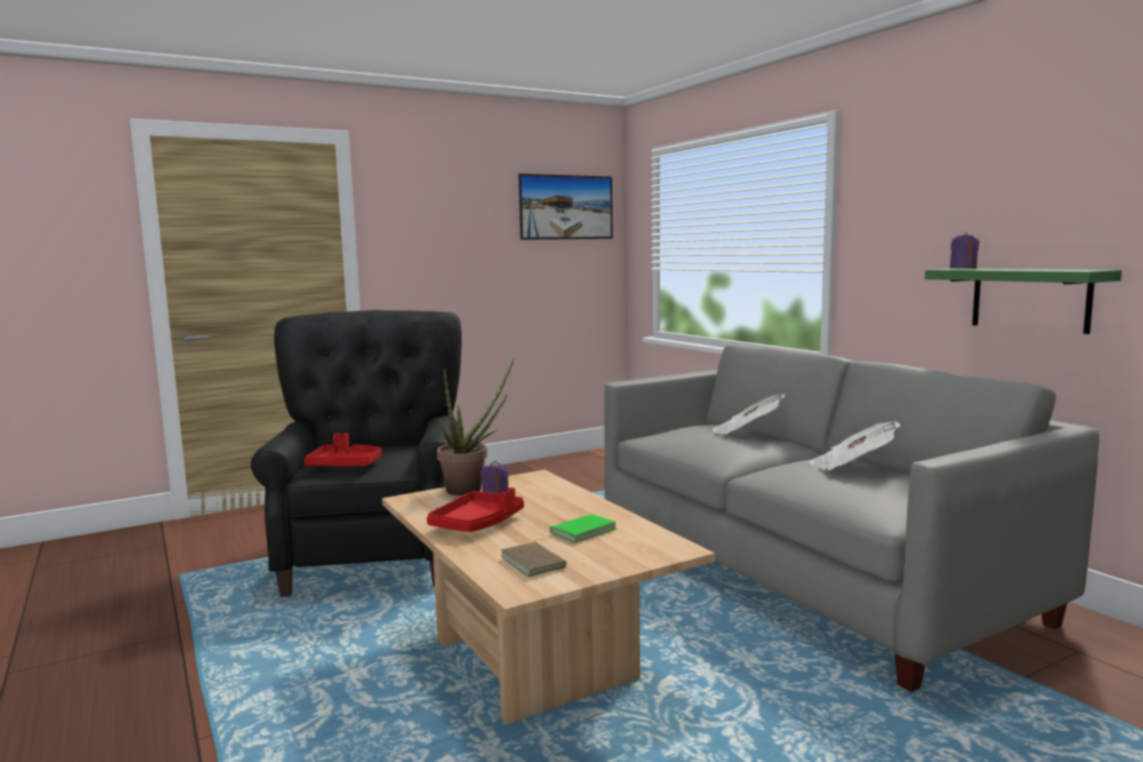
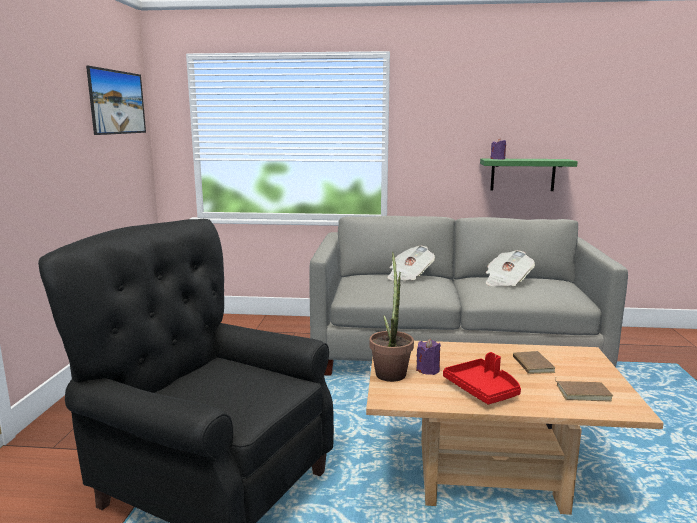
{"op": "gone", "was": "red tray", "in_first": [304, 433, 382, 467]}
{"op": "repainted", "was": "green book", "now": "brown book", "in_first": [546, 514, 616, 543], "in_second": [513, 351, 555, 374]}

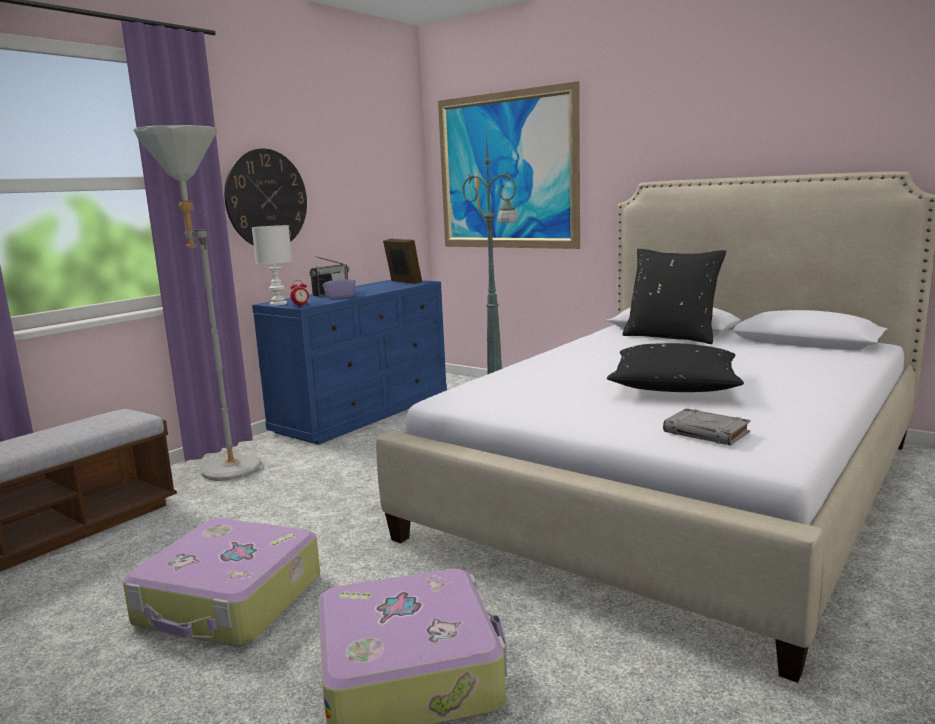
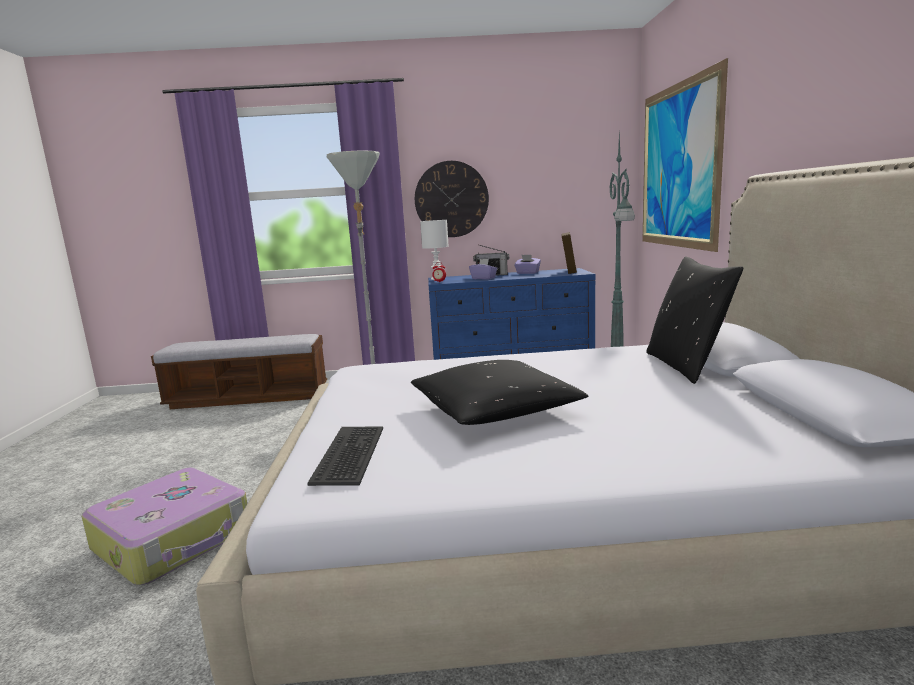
{"op": "gone", "was": "suitcase", "in_first": [123, 518, 320, 647]}
{"op": "new", "now": "purple tissue box", "in_second": [514, 255, 541, 274]}
{"op": "swapped", "was": "grey book", "now": "keyboard", "in_first": [663, 408, 751, 445], "in_second": [308, 427, 383, 486]}

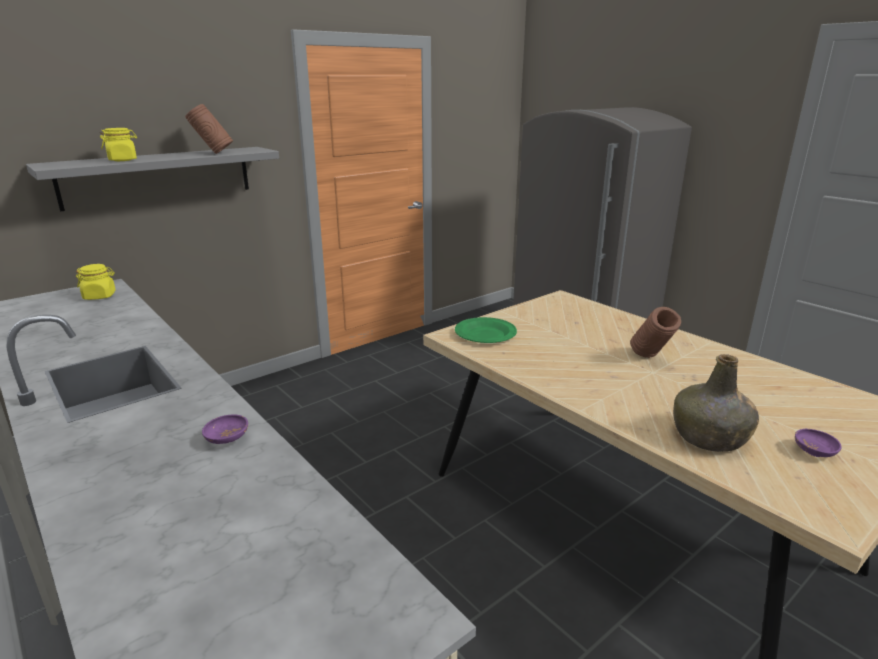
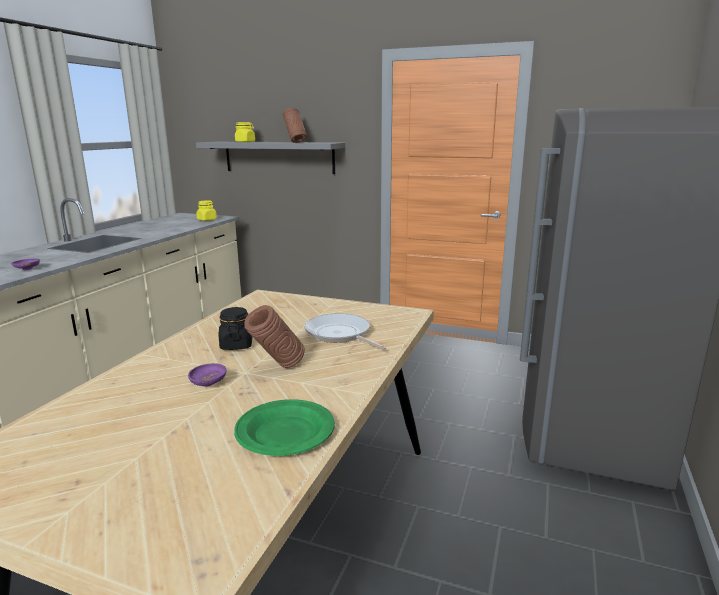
{"op": "gone", "was": "green bottle", "in_first": [673, 354, 759, 452]}
{"op": "new", "now": "black jar", "in_second": [219, 307, 252, 350]}
{"op": "new", "now": "frying pan", "in_second": [304, 313, 386, 350]}
{"op": "shifted", "was": "green plate", "in_first": [455, 317, 517, 343], "in_second": [234, 399, 335, 456]}
{"op": "shifted", "was": "purple bowl", "in_first": [795, 429, 842, 457], "in_second": [188, 363, 227, 387]}

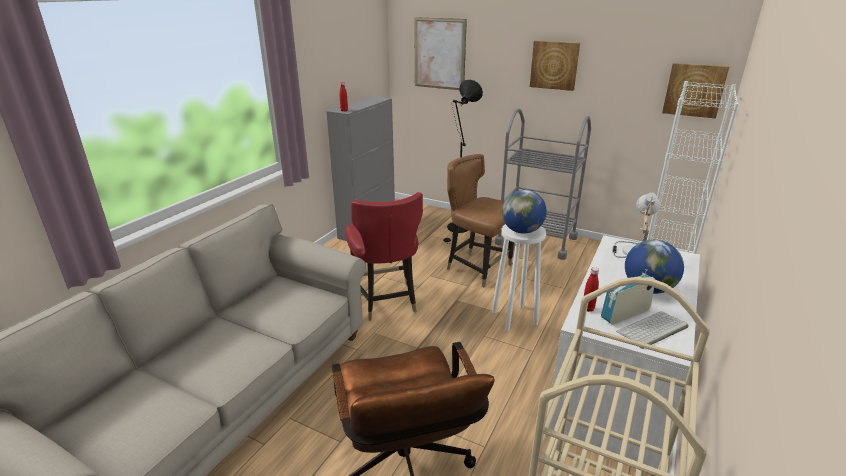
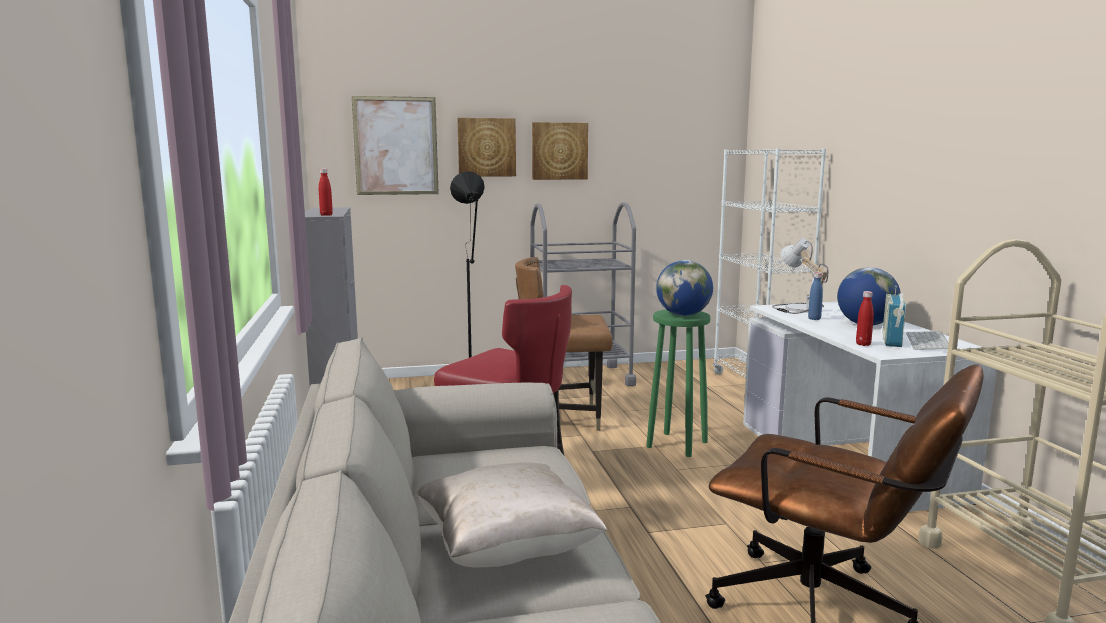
{"op": "new", "now": "beige pillow", "in_second": [417, 462, 607, 567]}
{"op": "new", "now": "blue bottle", "in_second": [808, 273, 823, 320]}
{"op": "shifted", "was": "picture", "in_first": [662, 63, 729, 118], "in_second": [457, 118, 516, 177]}
{"op": "repainted", "was": "white stool", "now": "green stool", "in_first": [492, 224, 546, 331], "in_second": [646, 309, 710, 457]}

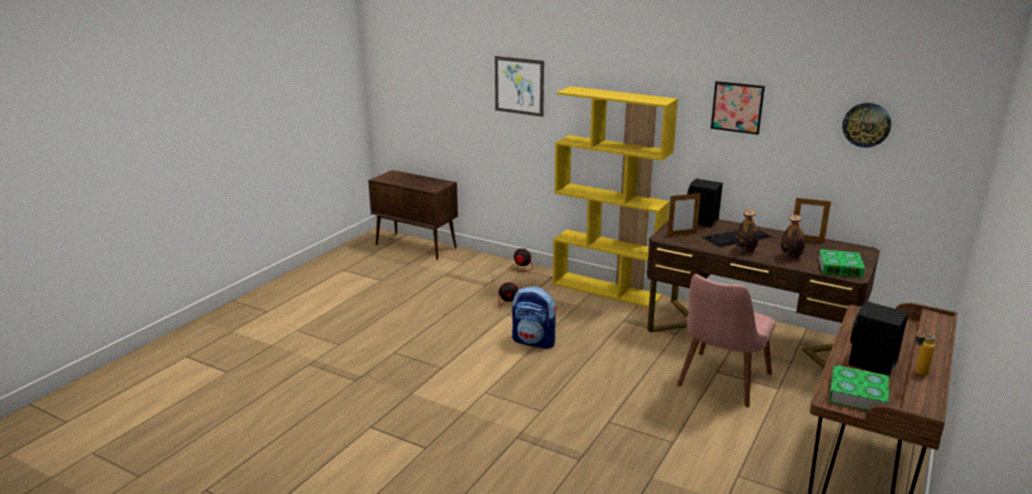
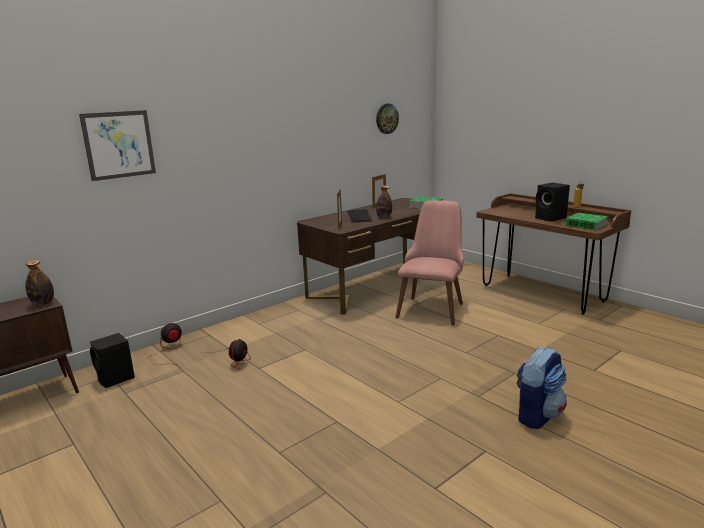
{"op": "gone", "was": "yellow bookcase", "in_first": [553, 86, 678, 308]}
{"op": "gone", "was": "picture", "in_first": [711, 81, 765, 135]}
{"op": "shifted", "was": "backpack", "in_first": [512, 286, 557, 349], "in_second": [516, 347, 567, 429]}
{"op": "shifted", "was": "black speaker", "in_first": [687, 179, 723, 227], "in_second": [90, 333, 135, 388]}
{"op": "shifted", "was": "bottle", "in_first": [781, 215, 805, 259], "in_second": [25, 259, 54, 305]}
{"op": "rotated", "was": "pink chair", "in_first": [677, 274, 776, 407], "in_second": [395, 200, 464, 326], "clockwise": -120}

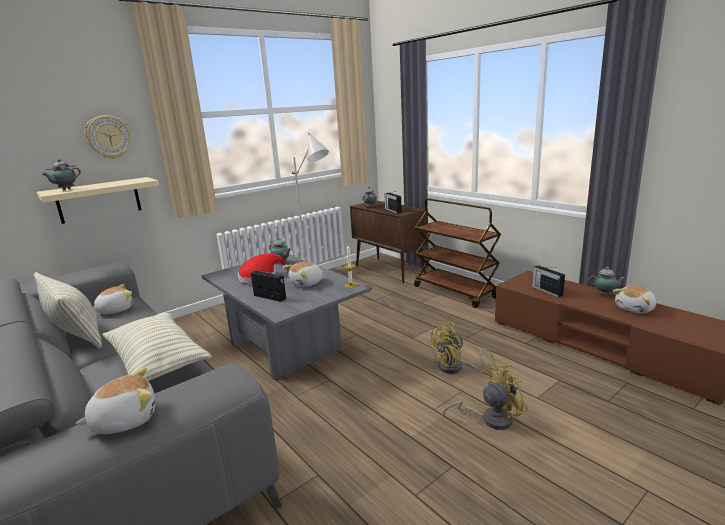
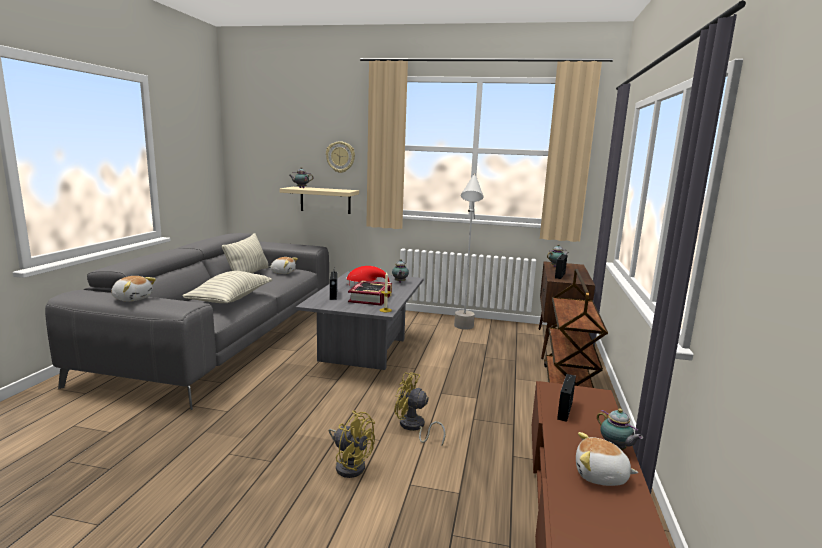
{"op": "swapped", "was": "plush toy", "now": "book", "in_first": [284, 262, 323, 287], "in_second": [348, 280, 392, 306]}

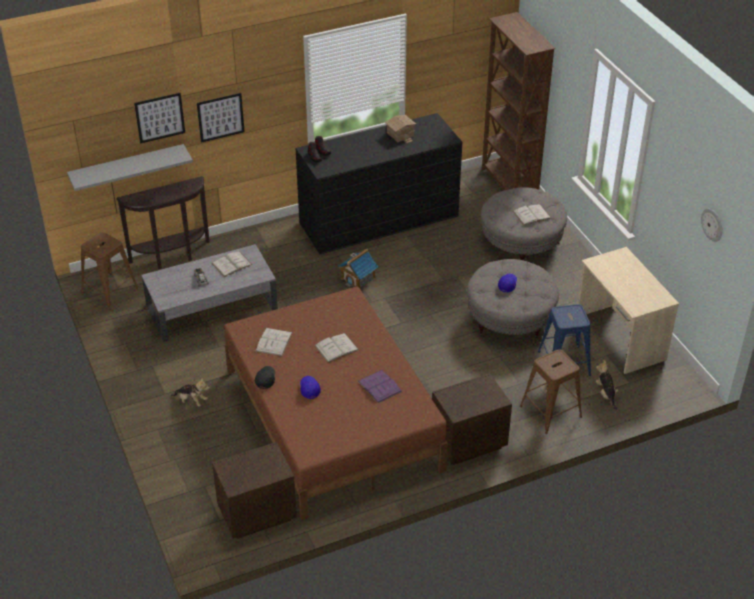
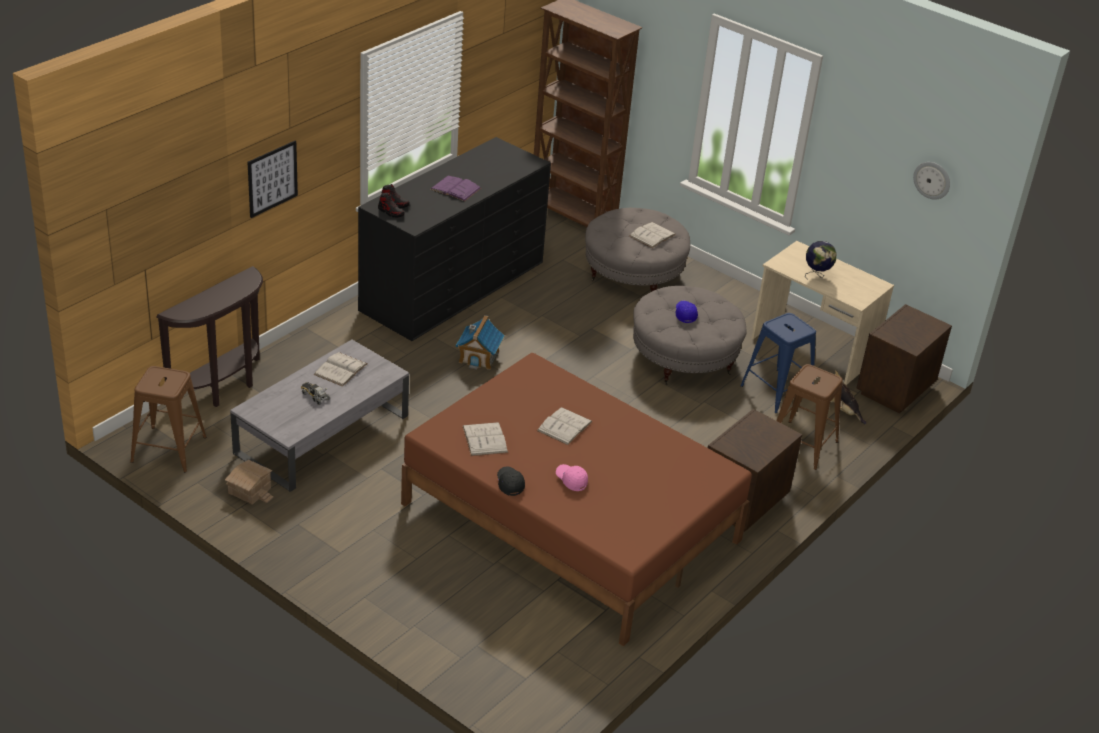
{"op": "gone", "was": "grey shelf", "in_first": [67, 144, 193, 191]}
{"op": "gone", "was": "picture", "in_first": [134, 93, 185, 144]}
{"op": "gone", "was": "plush toy", "in_first": [171, 378, 210, 407]}
{"op": "new", "now": "globe", "in_second": [805, 241, 836, 280]}
{"op": "shifted", "was": "brown nightstand", "in_first": [212, 442, 297, 539], "in_second": [857, 304, 952, 413]}
{"op": "shifted", "was": "purple book", "in_first": [357, 370, 402, 403], "in_second": [430, 176, 481, 201]}
{"op": "shifted", "was": "toy house", "in_first": [385, 115, 416, 144], "in_second": [225, 460, 273, 505]}
{"op": "repainted", "was": "blue cap", "now": "pink cap", "in_first": [300, 376, 321, 399], "in_second": [556, 464, 588, 491]}

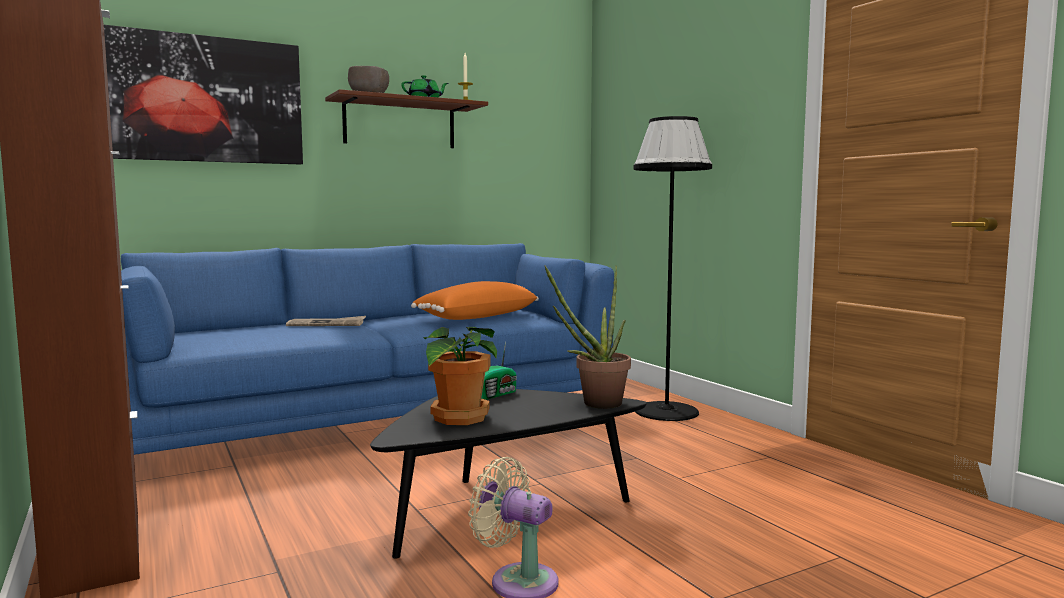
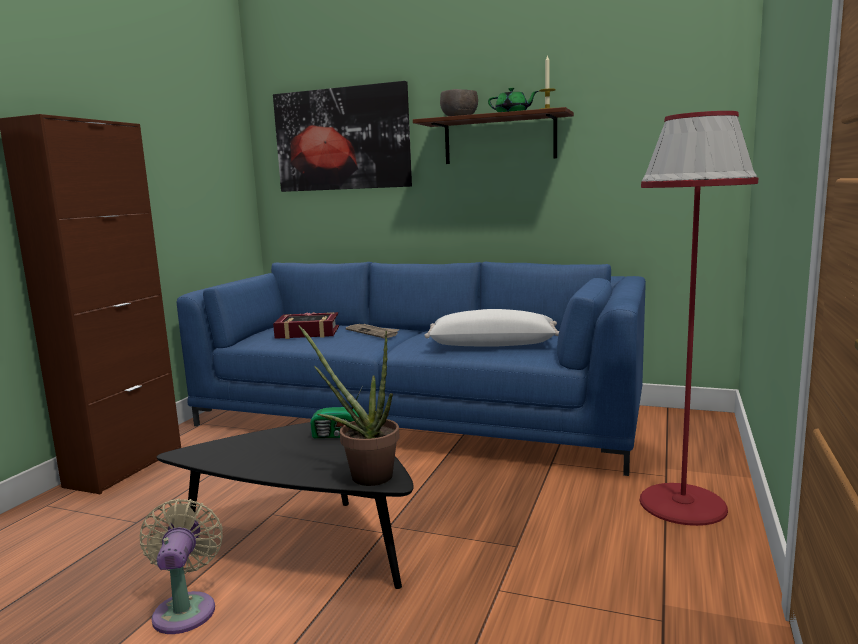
{"op": "gone", "was": "potted plant", "in_first": [423, 327, 497, 425]}
{"op": "new", "now": "book", "in_second": [273, 312, 339, 339]}
{"op": "repainted", "was": "orange pillow", "now": "white pillow", "in_first": [411, 281, 539, 320], "in_second": [424, 309, 559, 347]}
{"op": "repainted", "was": "black floor lamp", "now": "red floor lamp", "in_first": [633, 116, 712, 421], "in_second": [640, 111, 758, 526]}

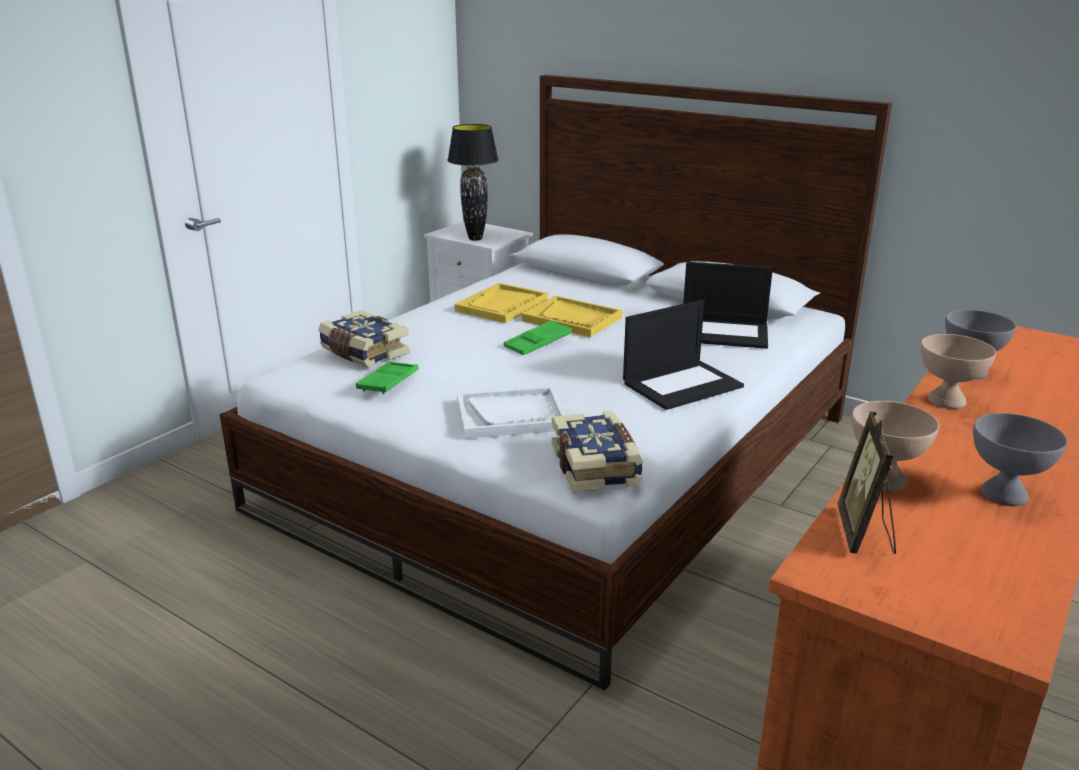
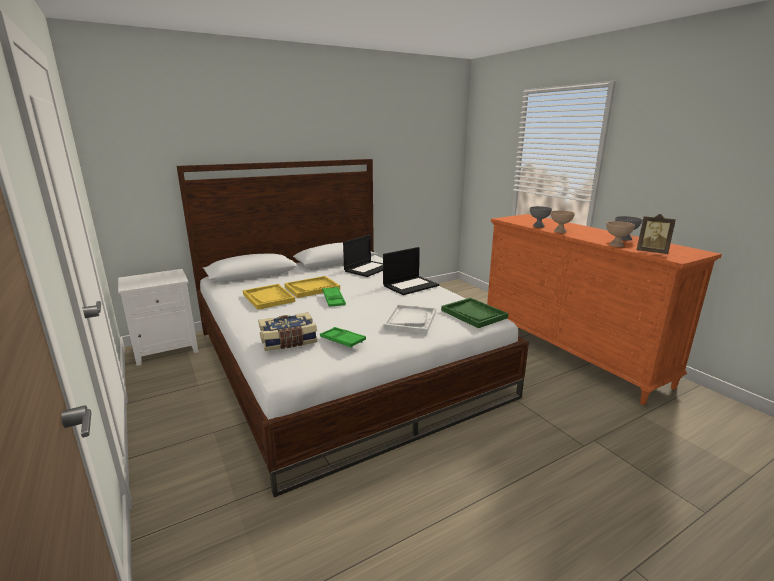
{"op": "gone", "was": "black table lamp", "in_first": [447, 124, 499, 241]}
{"op": "swapped", "was": "book", "now": "green tray", "in_first": [552, 411, 644, 493], "in_second": [441, 298, 509, 328]}
{"op": "rotated", "was": "laptop", "in_first": [623, 300, 744, 410], "in_second": [383, 247, 439, 295], "clockwise": 60}

